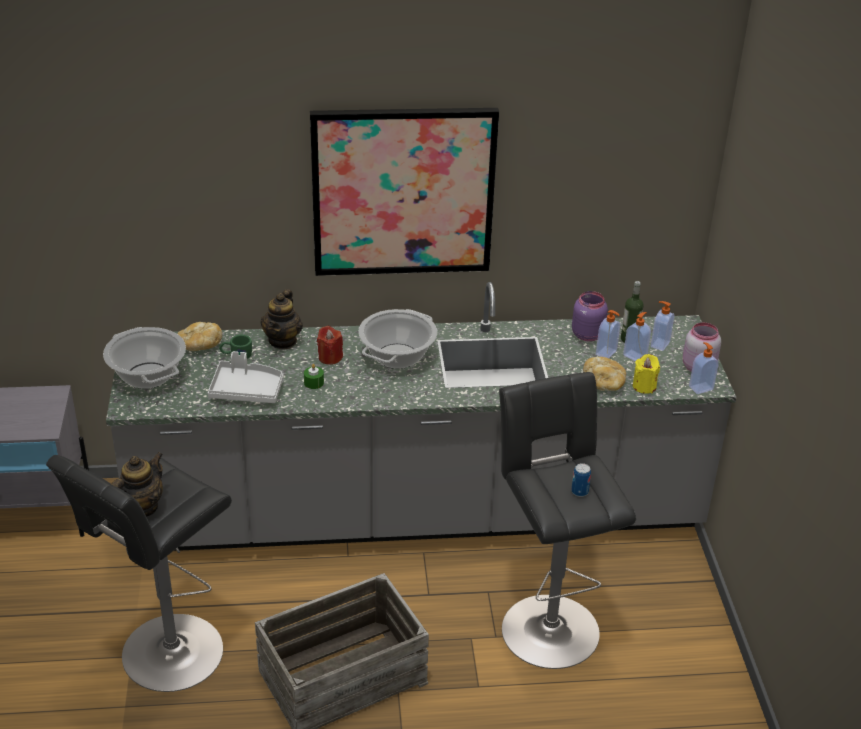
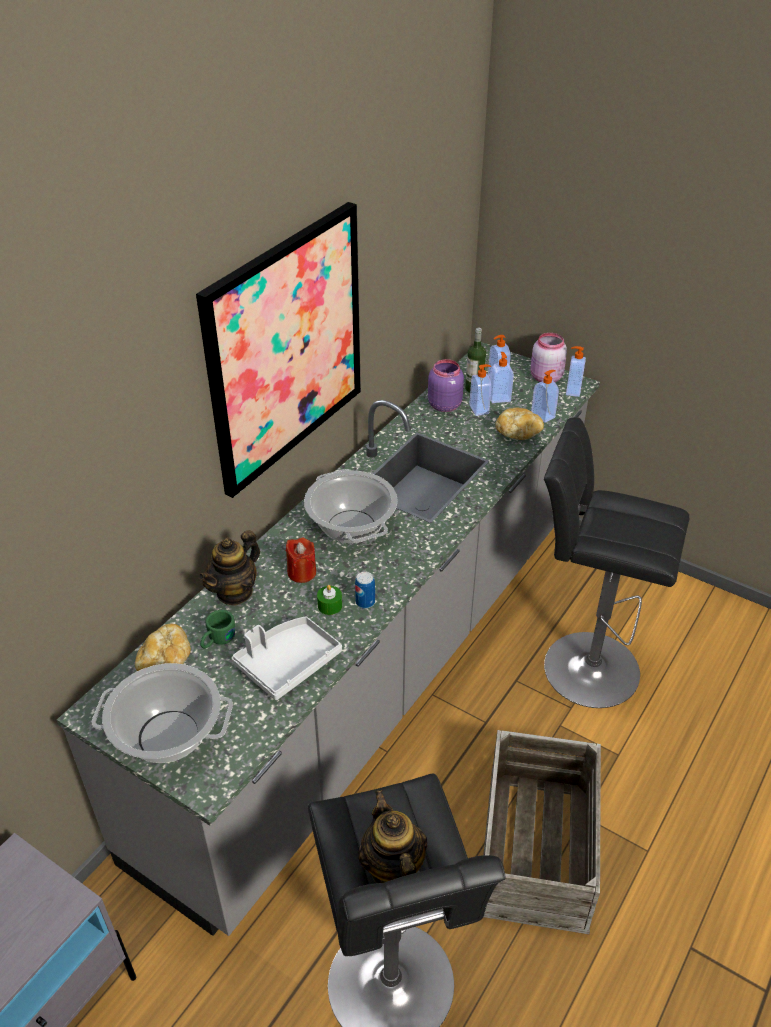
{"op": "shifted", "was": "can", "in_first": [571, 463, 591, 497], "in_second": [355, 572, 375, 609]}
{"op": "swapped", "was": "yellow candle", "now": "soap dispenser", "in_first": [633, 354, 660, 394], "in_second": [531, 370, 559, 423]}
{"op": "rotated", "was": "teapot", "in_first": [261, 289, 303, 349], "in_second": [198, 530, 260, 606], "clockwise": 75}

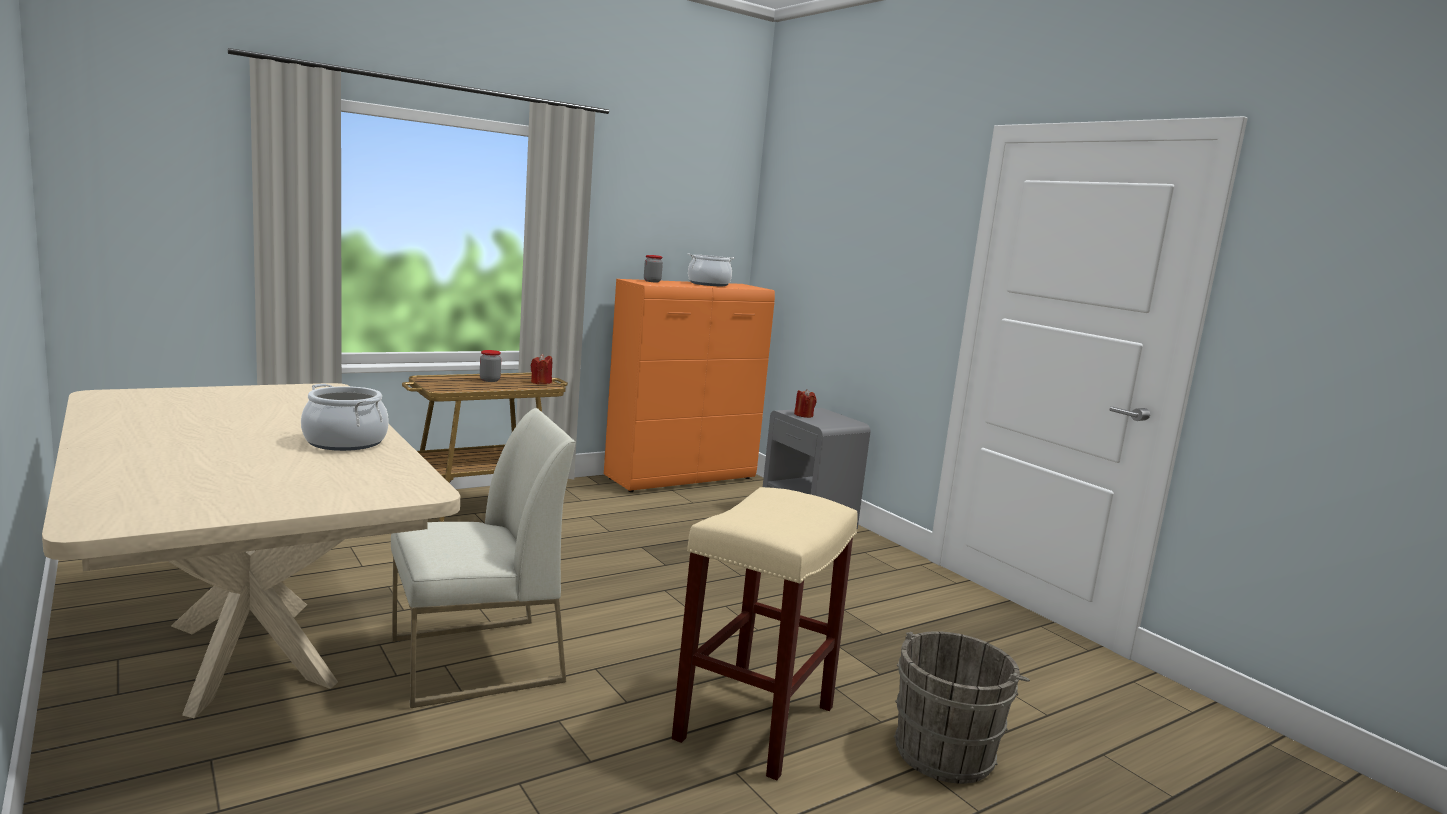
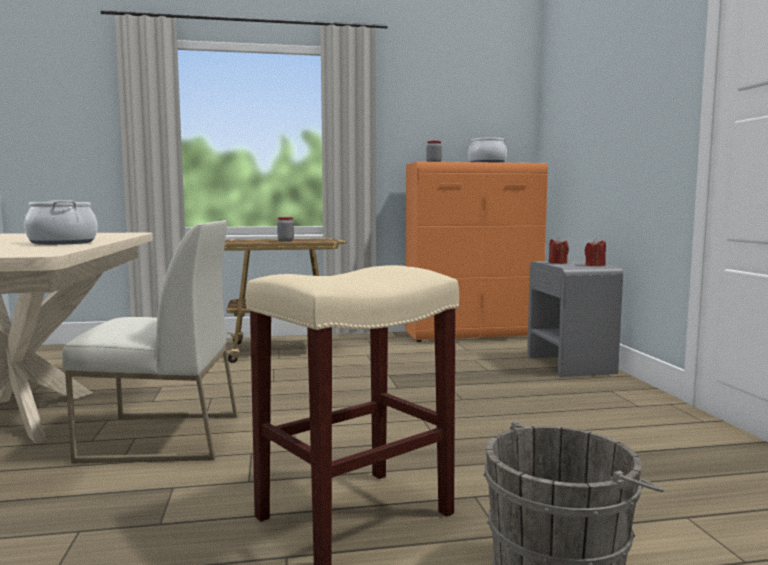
{"op": "shifted", "was": "red candle", "in_first": [531, 354, 552, 384], "in_second": [585, 239, 606, 266]}

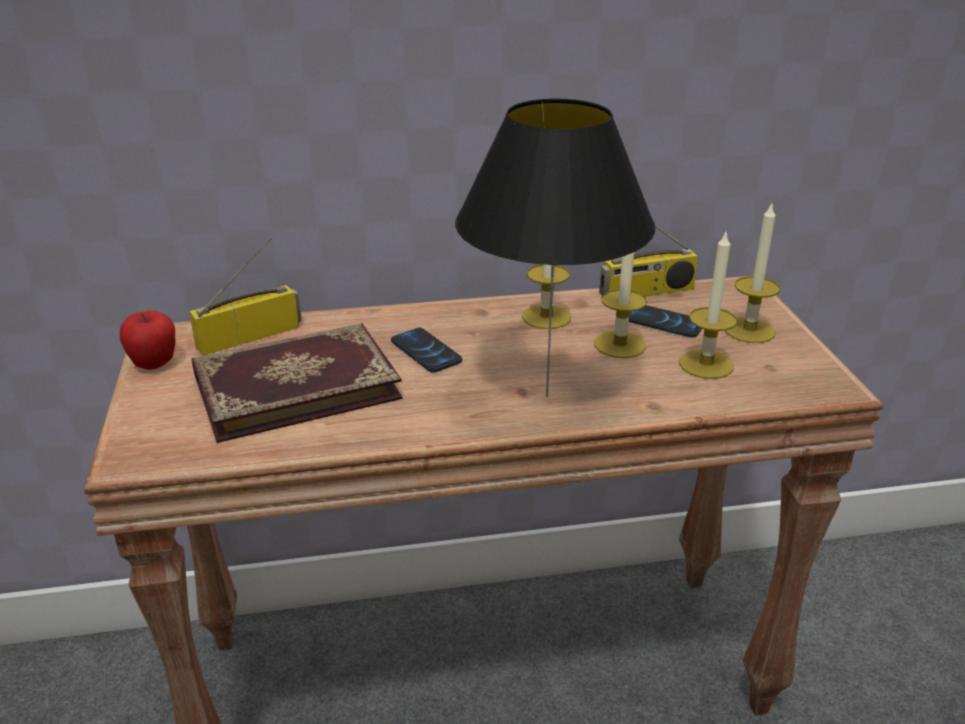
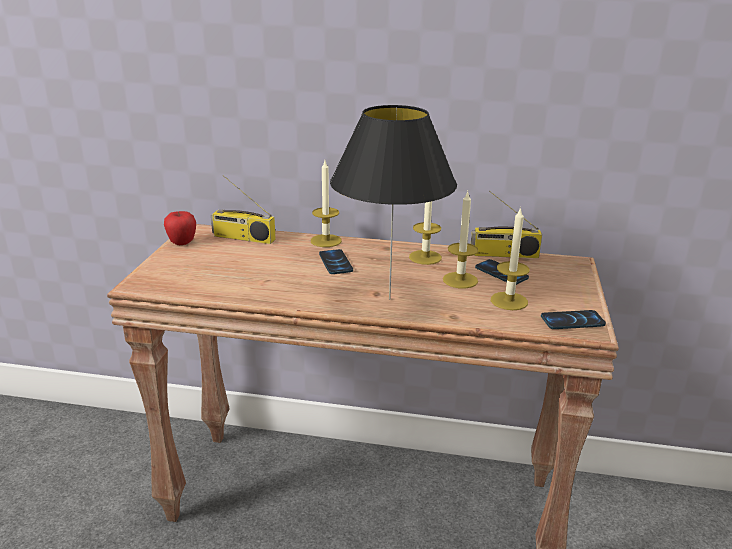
{"op": "gone", "was": "book", "in_first": [191, 323, 402, 443]}
{"op": "new", "now": "phone", "in_second": [541, 310, 606, 329]}
{"op": "shifted", "was": "candle", "in_first": [725, 203, 780, 343], "in_second": [311, 161, 342, 247]}
{"op": "rotated", "was": "radio", "in_first": [189, 238, 302, 356], "in_second": [211, 175, 276, 244], "clockwise": -150}

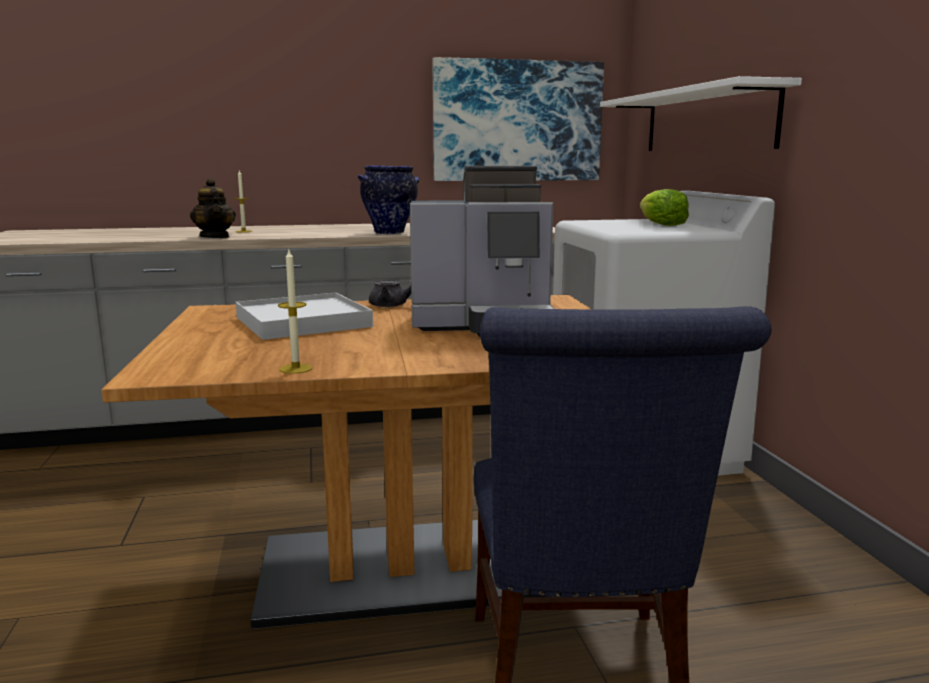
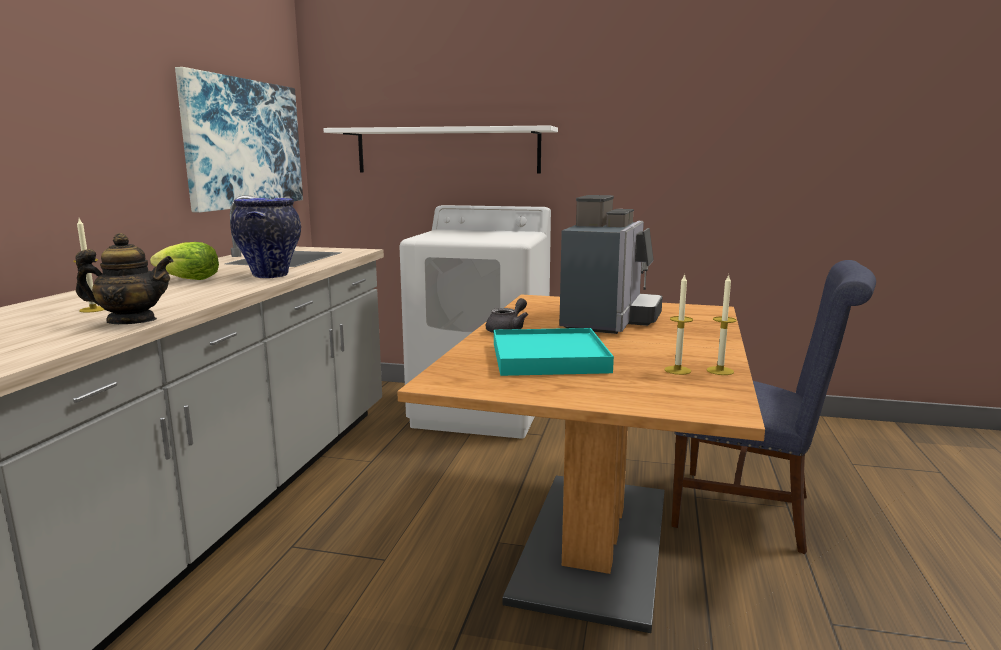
{"op": "new", "now": "candle", "in_second": [665, 274, 693, 375]}
{"op": "shifted", "was": "lettuce", "in_first": [640, 189, 689, 226], "in_second": [150, 242, 219, 280]}
{"op": "repainted", "was": "white tray", "now": "turquoise tray", "in_first": [236, 293, 373, 340], "in_second": [494, 328, 614, 376]}

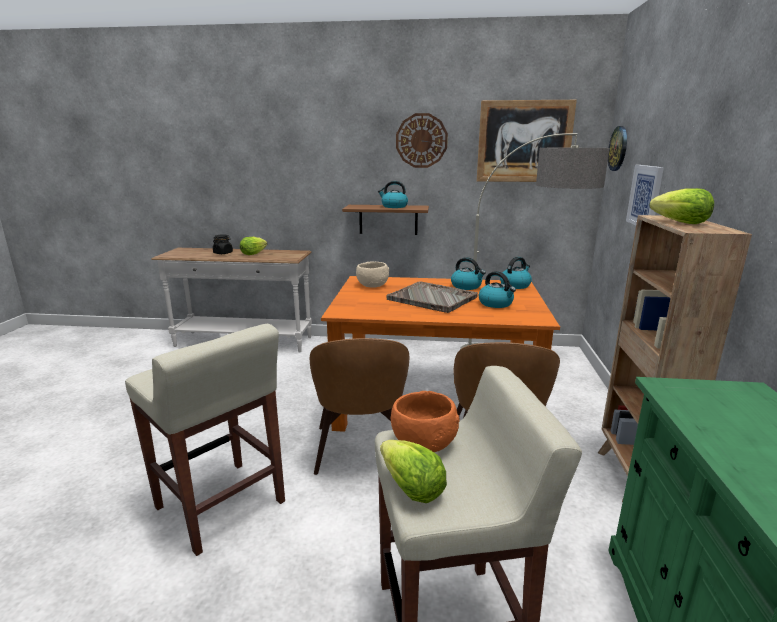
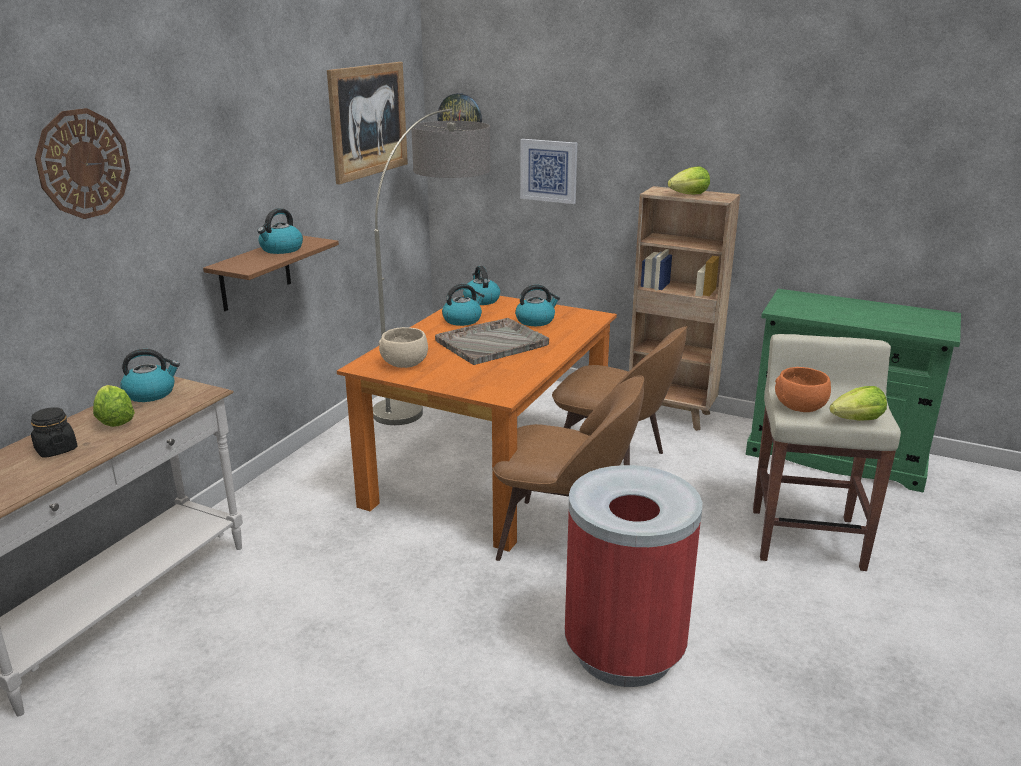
{"op": "new", "now": "kettle", "in_second": [120, 349, 180, 402]}
{"op": "shifted", "was": "wall clock", "in_first": [396, 113, 448, 168], "in_second": [35, 108, 130, 219]}
{"op": "swapped", "was": "beige stool", "now": "red trash can", "in_first": [125, 324, 285, 556], "in_second": [565, 465, 702, 687]}

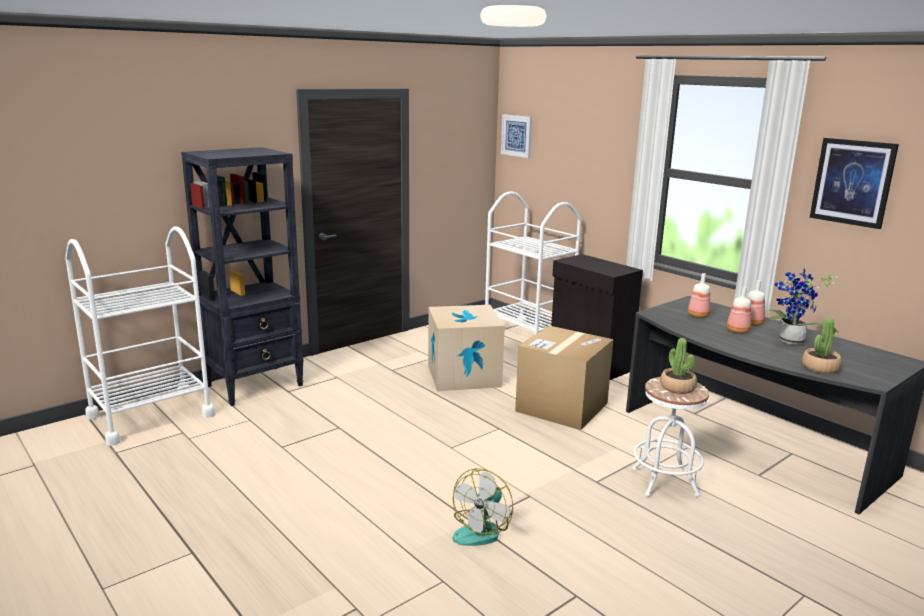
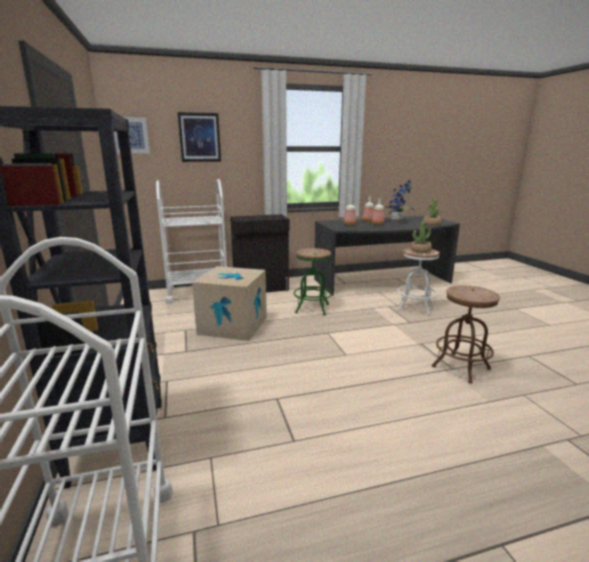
{"op": "shifted", "was": "picture", "in_first": [809, 138, 899, 229], "in_second": [178, 112, 221, 162]}
{"op": "swapped", "was": "fan", "now": "brown stool", "in_first": [452, 468, 513, 546], "in_second": [432, 285, 500, 384]}
{"op": "swapped", "was": "cardboard box", "now": "green stool", "in_first": [515, 326, 613, 430], "in_second": [294, 248, 332, 316]}

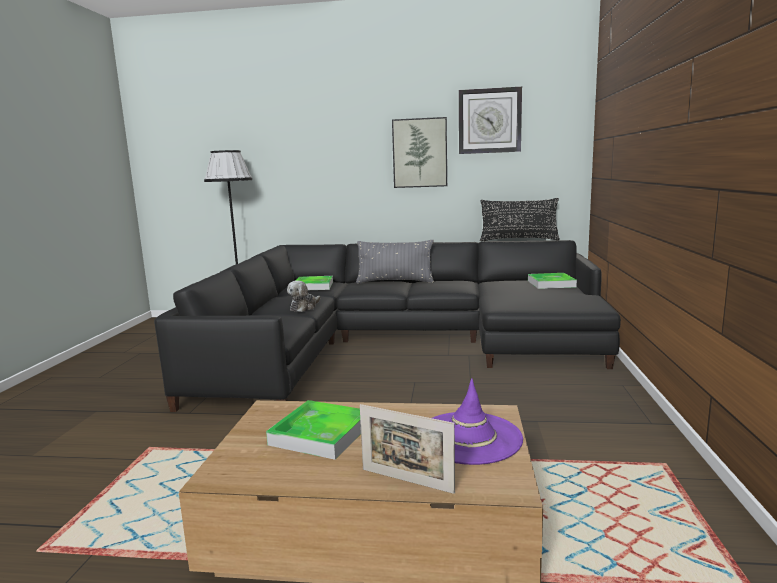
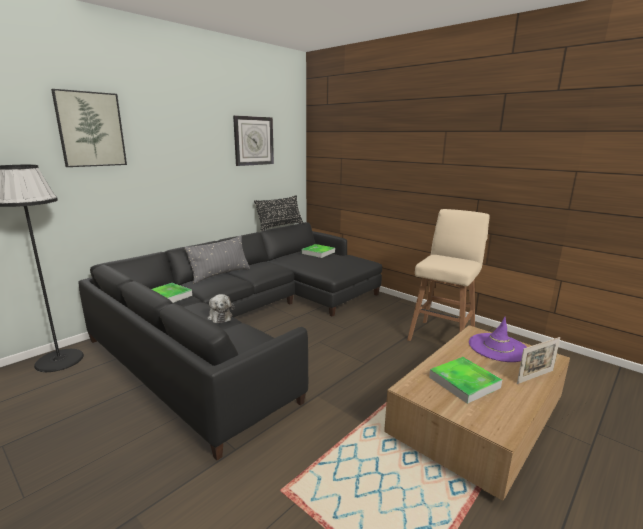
{"op": "new", "now": "beige stool", "in_second": [407, 209, 489, 341]}
{"op": "shifted", "was": "picture", "in_first": [392, 117, 447, 188], "in_second": [51, 89, 127, 167]}

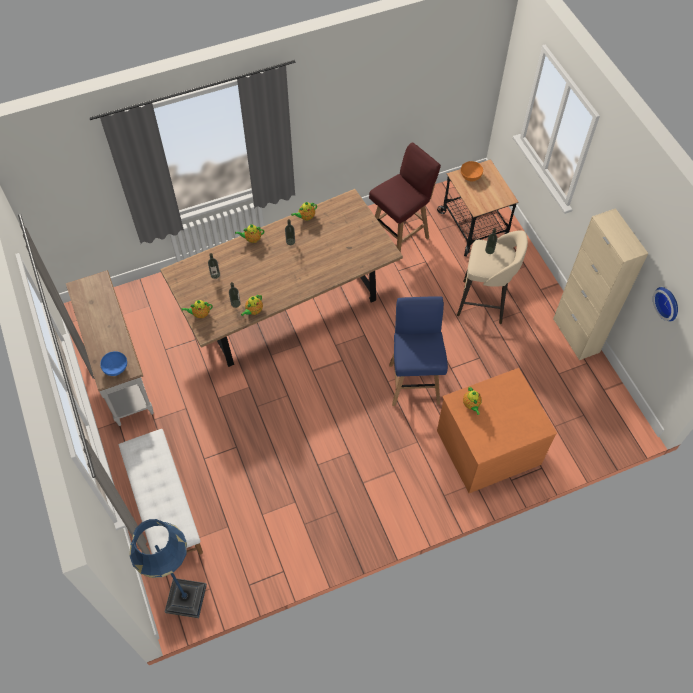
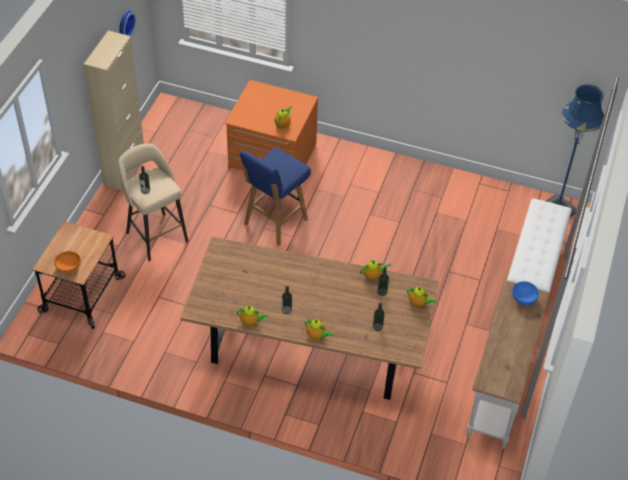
{"op": "gone", "was": "red stool", "in_first": [369, 142, 441, 261]}

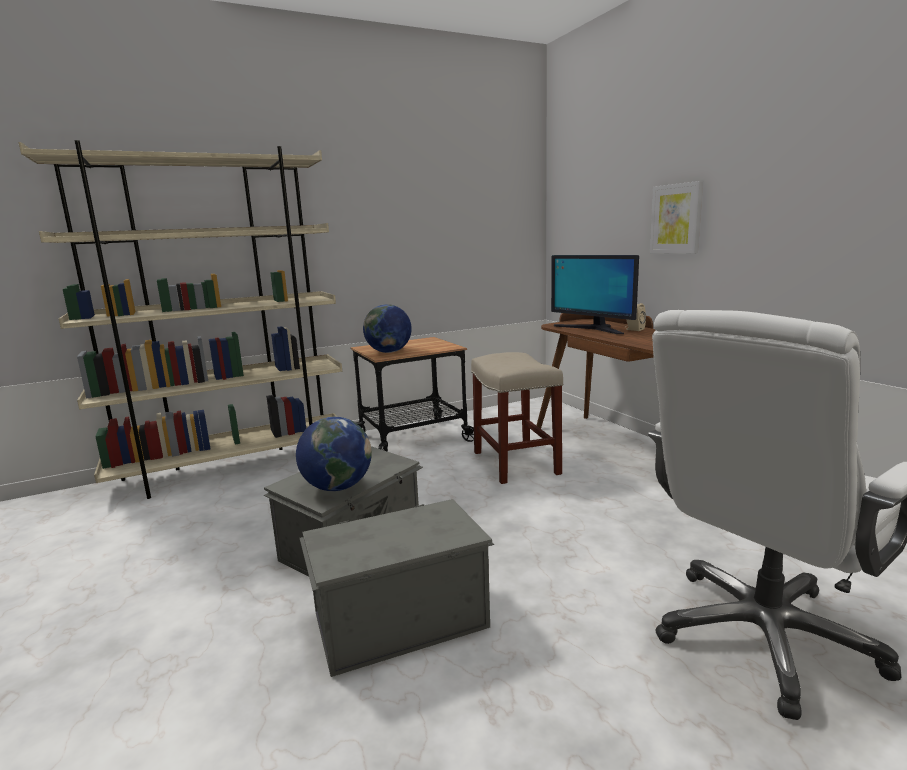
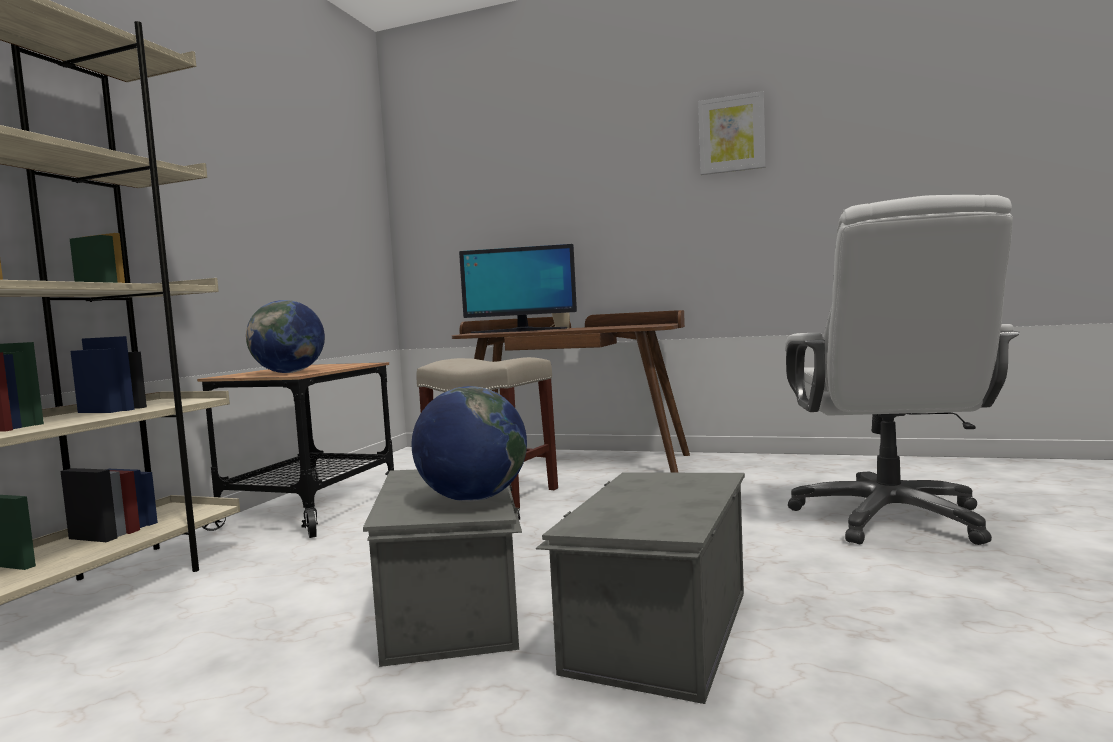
{"op": "shifted", "was": "picture", "in_first": [650, 181, 703, 254], "in_second": [698, 91, 766, 175]}

